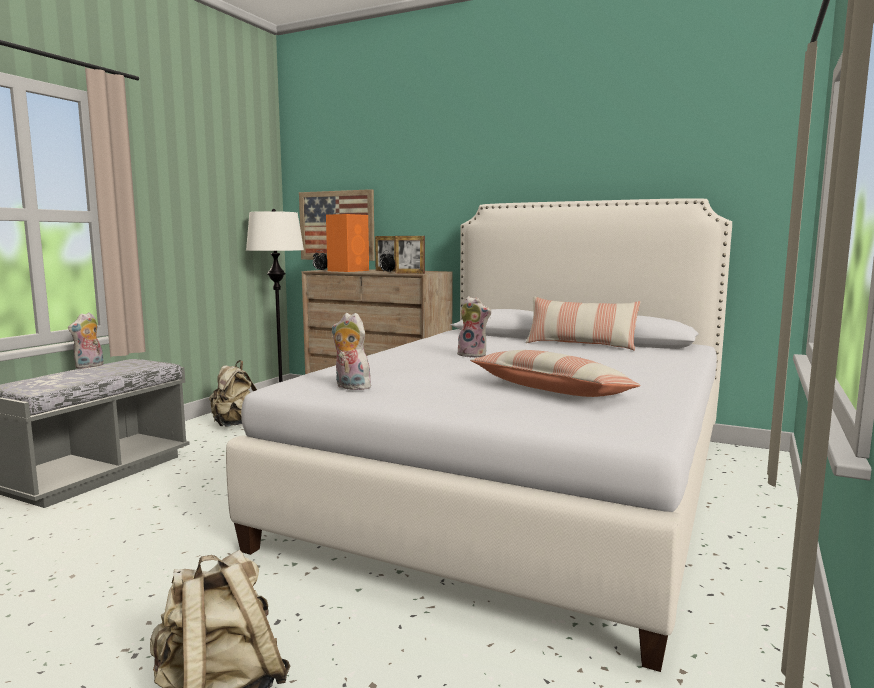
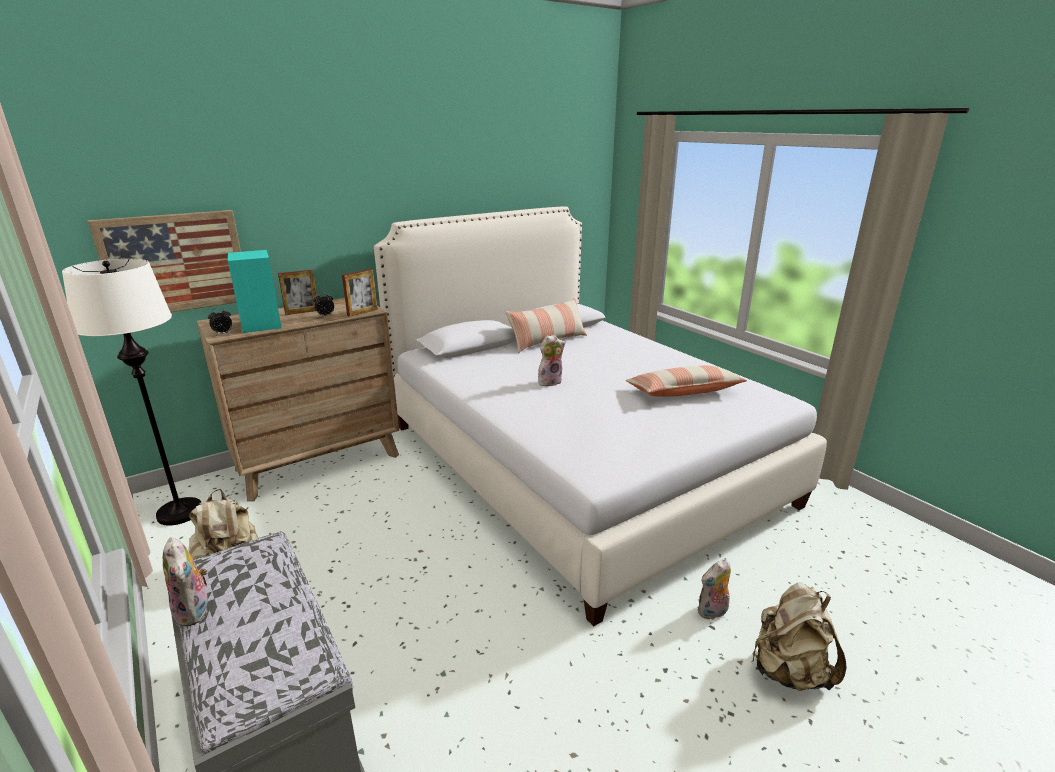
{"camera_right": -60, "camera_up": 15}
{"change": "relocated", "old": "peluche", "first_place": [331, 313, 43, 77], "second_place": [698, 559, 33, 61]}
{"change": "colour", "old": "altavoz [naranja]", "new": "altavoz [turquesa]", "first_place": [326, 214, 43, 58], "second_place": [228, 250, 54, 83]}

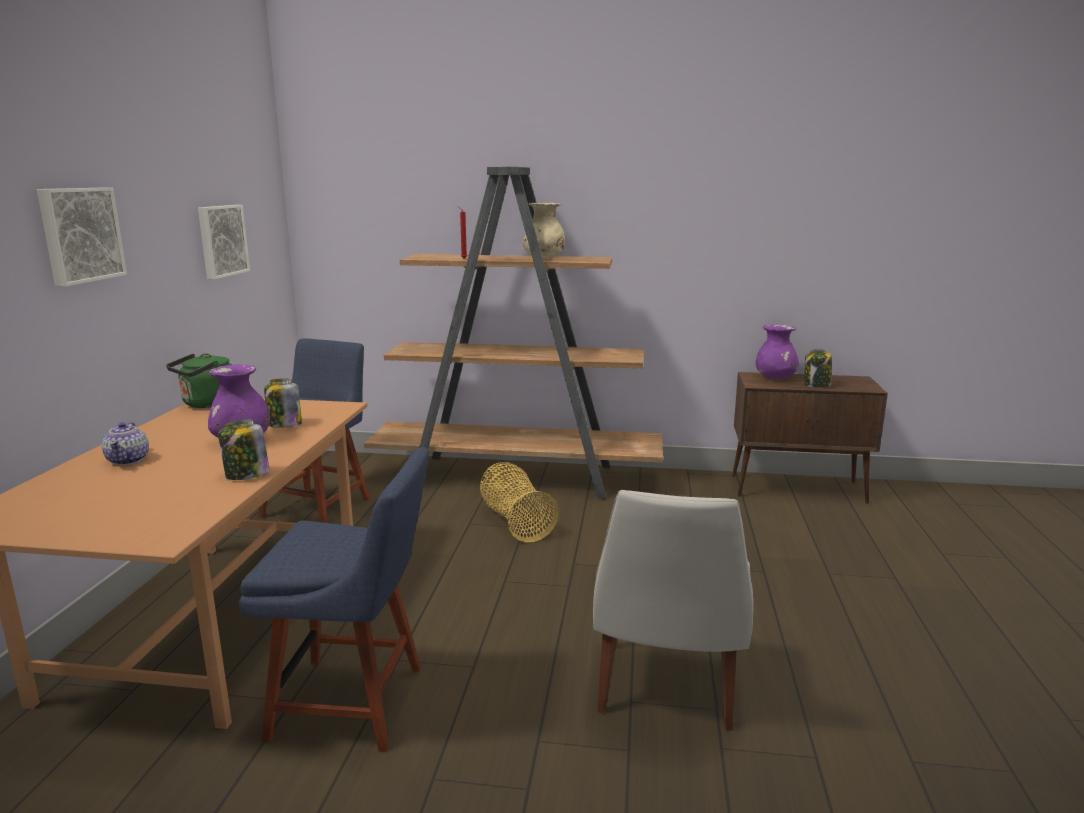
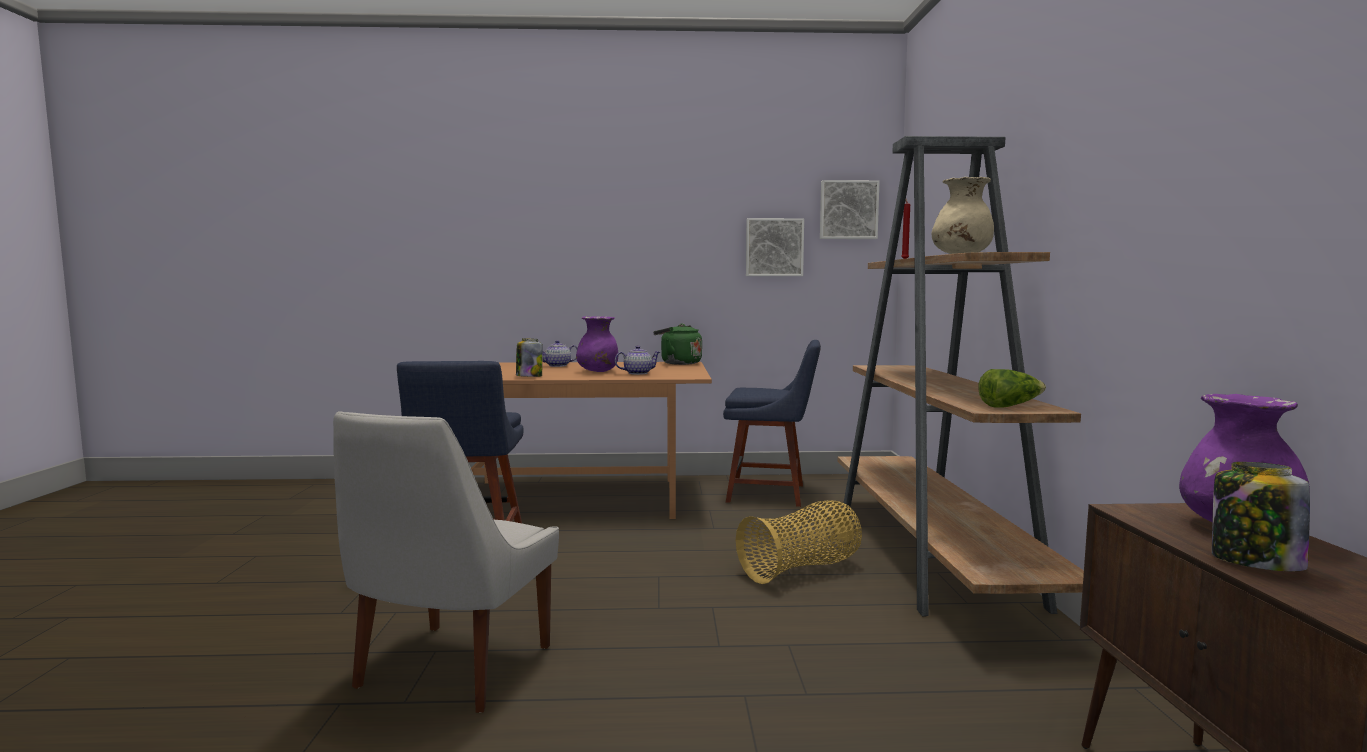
{"camera_right": 80, "camera_up": -10}
{"change": "appeared", "new": "lechuga", "second_place": [978, 369, 68, 39]}
{"change": "relocated", "old": "cuadro", "first_place": [37, 188, 90, 99], "second_place": [820, 180, 60, 59]}
{"change": "exchanged", "old": "tarro", "new": "tetera", "first_place": [264, 378, 38, 50], "second_place": [615, 346, 45, 29]}
{"change": "spun", "old": "silla [blanco]", "first_place": [593, 490, 161, 241], "second_place": [333, 411, 226, 302], "degrees": -75}

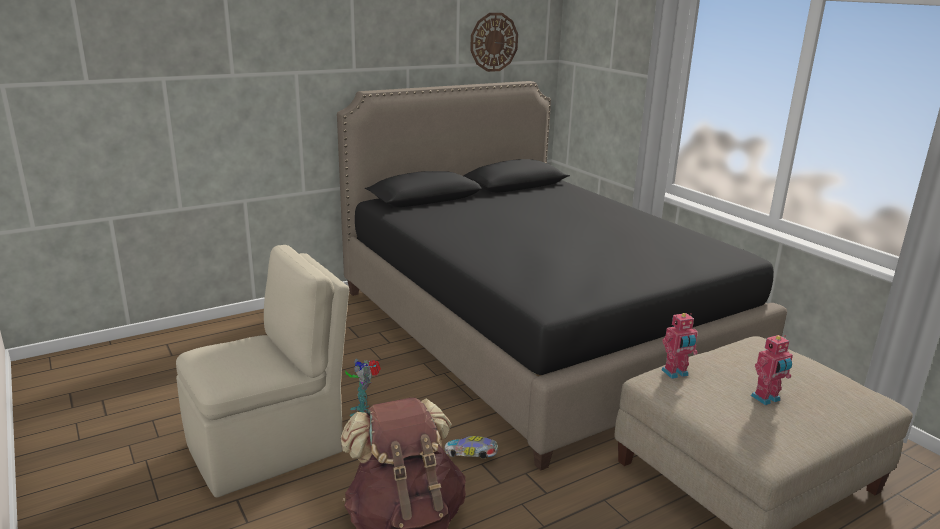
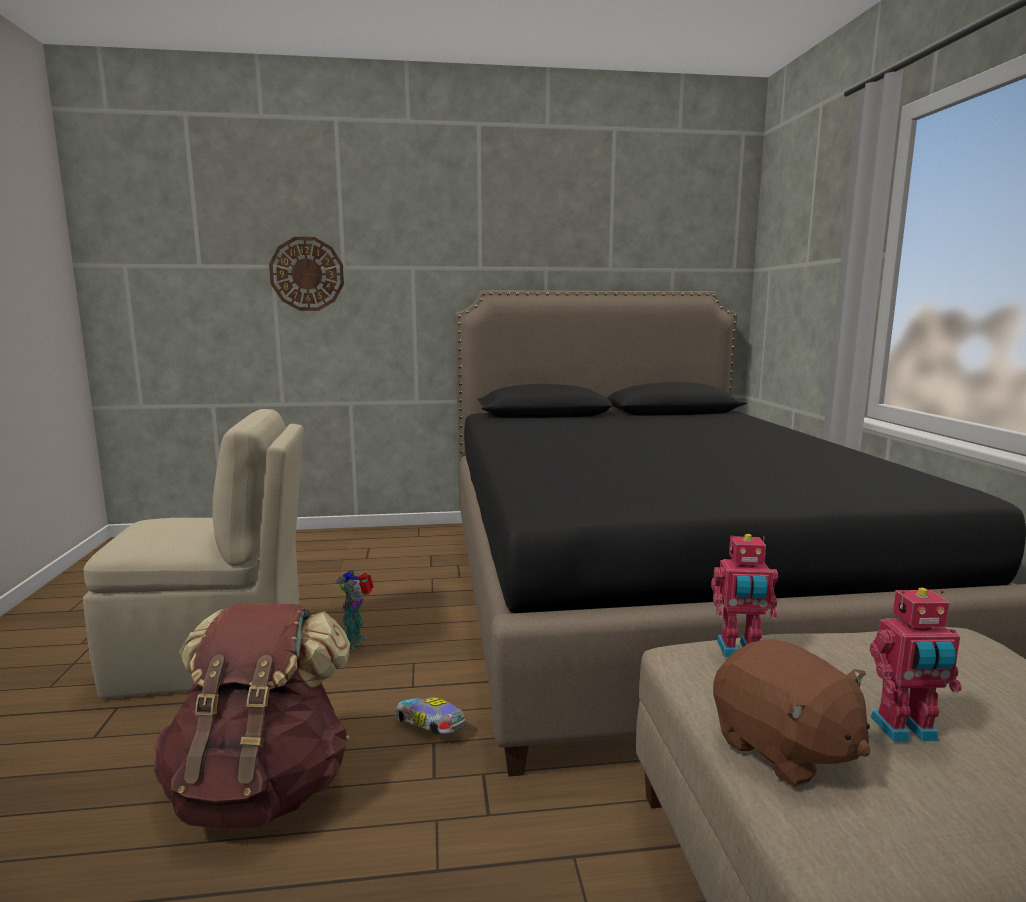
{"camera_right": 25, "camera_up": -10}
{"change": "appeared", "new": "peluche [marrón]", "second_place": [713, 639, 157, 148]}
{"change": "relocated", "old": "reloj de pared", "first_place": [470, 13, 48, 59], "second_place": [269, 237, 75, 74]}

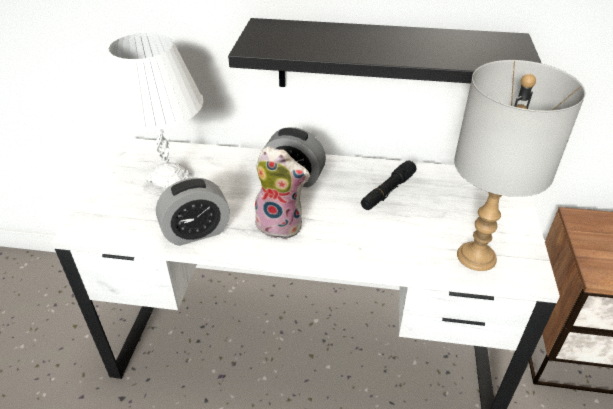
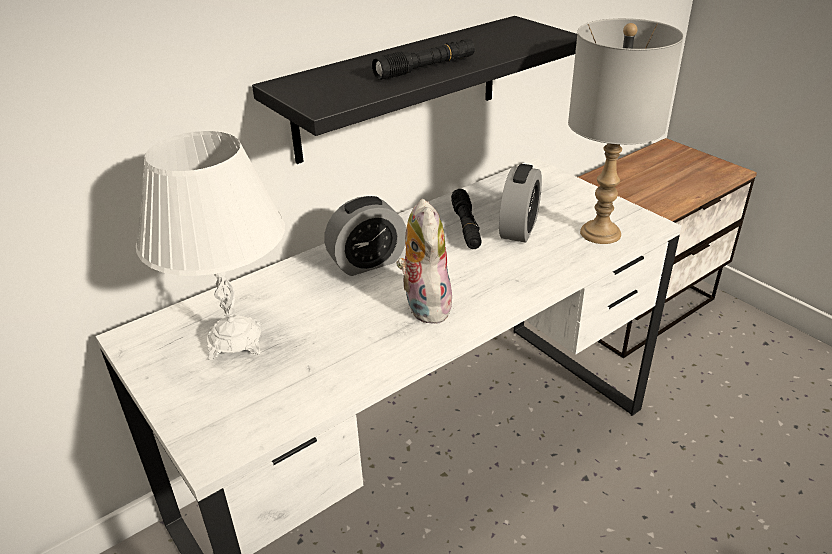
{"camera_right": -45, "camera_up": -5}
{"change": "appeared", "new": "linterna [negro]", "second_place": [372, 39, 103, 41]}
{"change": "relocated", "old": "despertador", "first_place": [156, 178, 74, 68], "second_place": [499, 164, 43, 79]}
{"change": "spun", "old": "peluche", "first_place": [253, 146, 57, 94], "second_place": [396, 198, 56, 126], "degrees": -75}

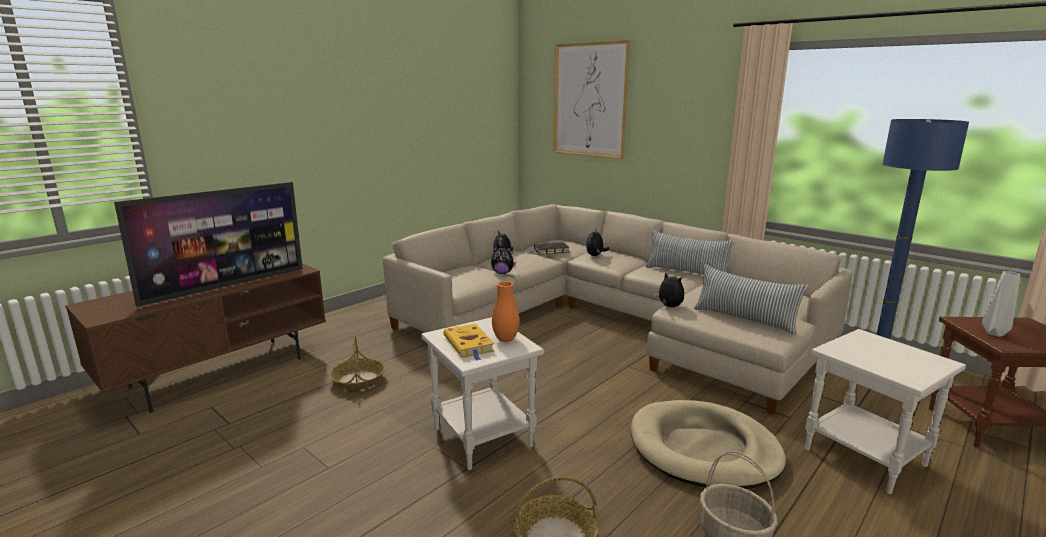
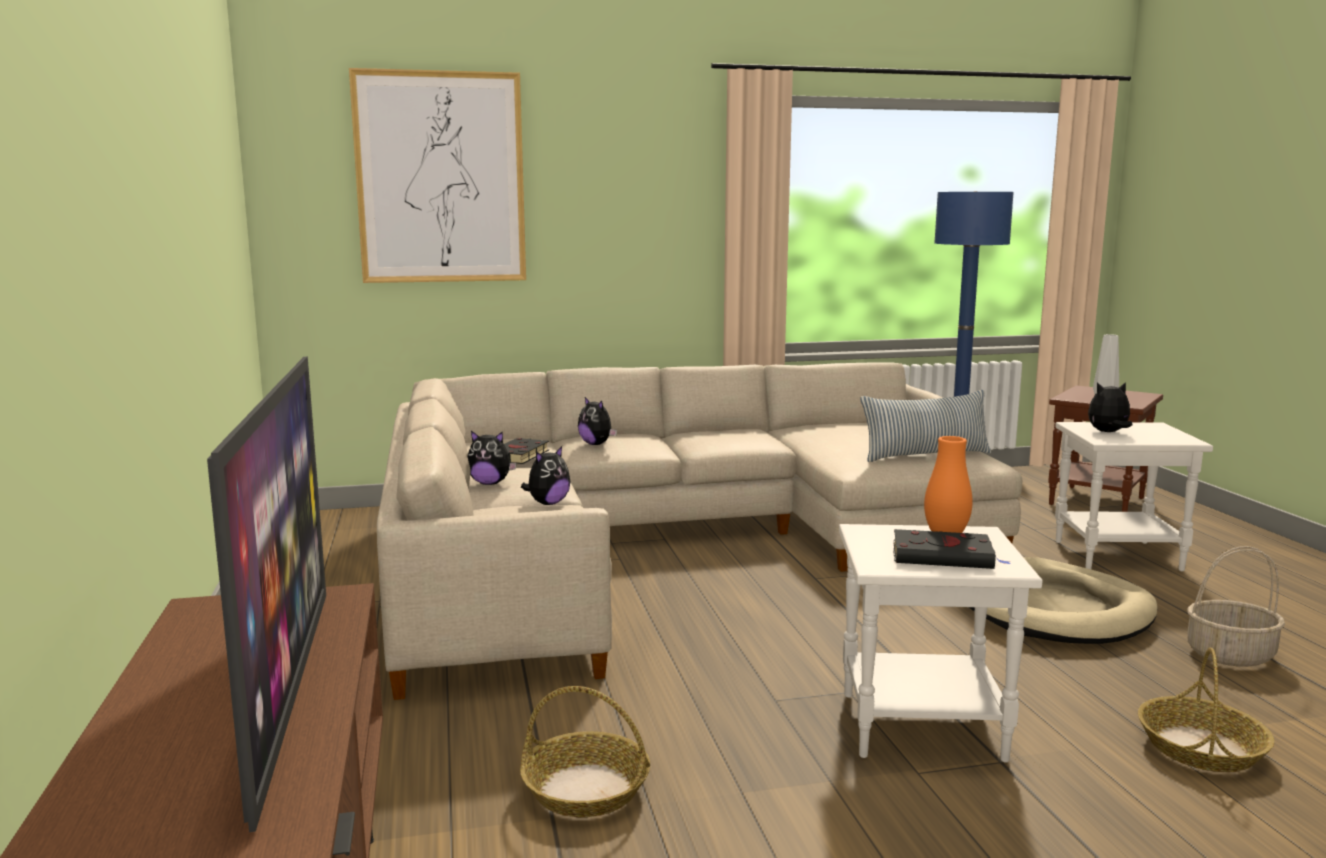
{"camera_right": -55, "camera_up": -5}
{"change": "missing", "old": "cojín", "first_place": [646, 230, 89, 44]}
{"change": "relocated", "old": "peluche", "first_place": [654, 272, 30, 35], "second_place": [1088, 382, 44, 50]}
{"change": "colour", "old": "libro [amarillo]", "new": "libro [negro]", "first_place": [444, 323, 50, 38], "second_place": [893, 529, 118, 40]}

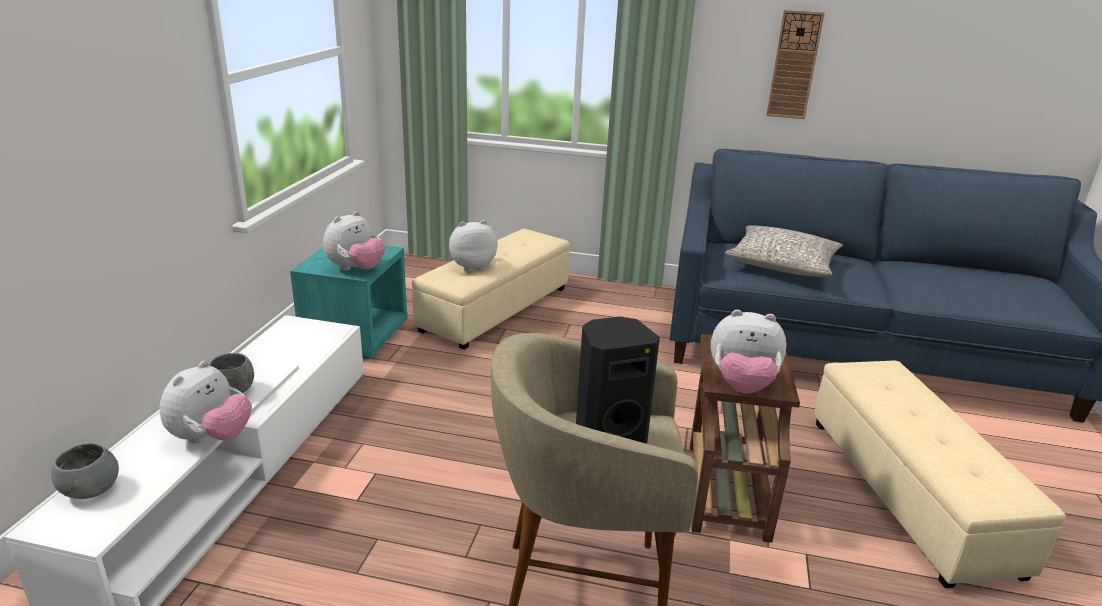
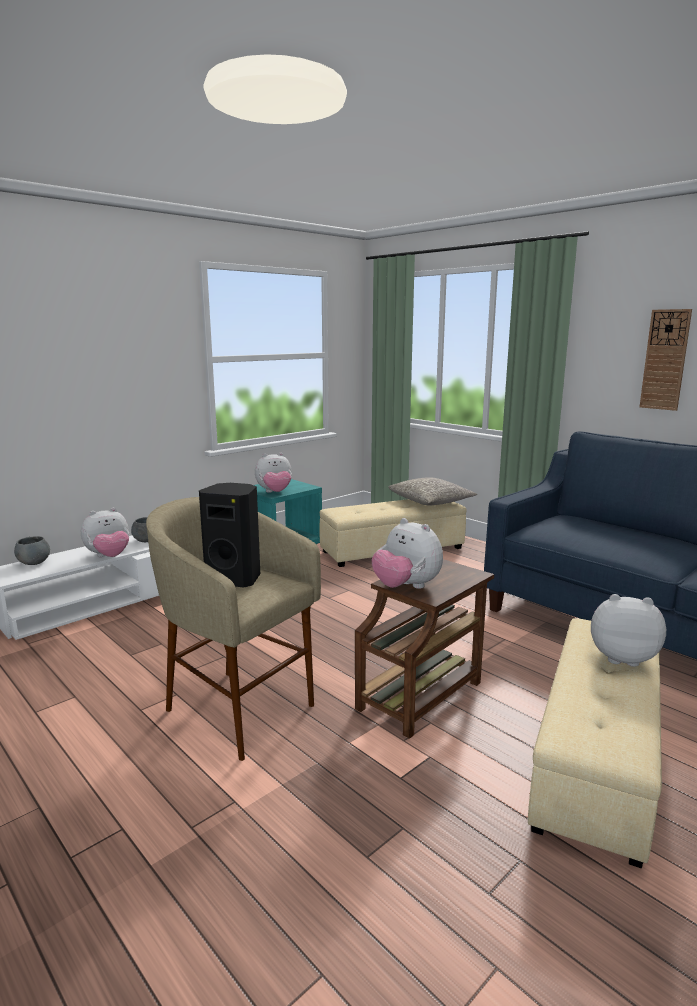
{"camera_right": 35, "camera_up": -10}
{"change": "relocated", "old": "peluche", "first_place": [449, 220, 49, 51], "second_place": [591, 594, 75, 73]}
{"change": "relocated", "old": "cojín [gris]", "first_place": [725, 225, 118, 52], "second_place": [388, 477, 89, 28]}

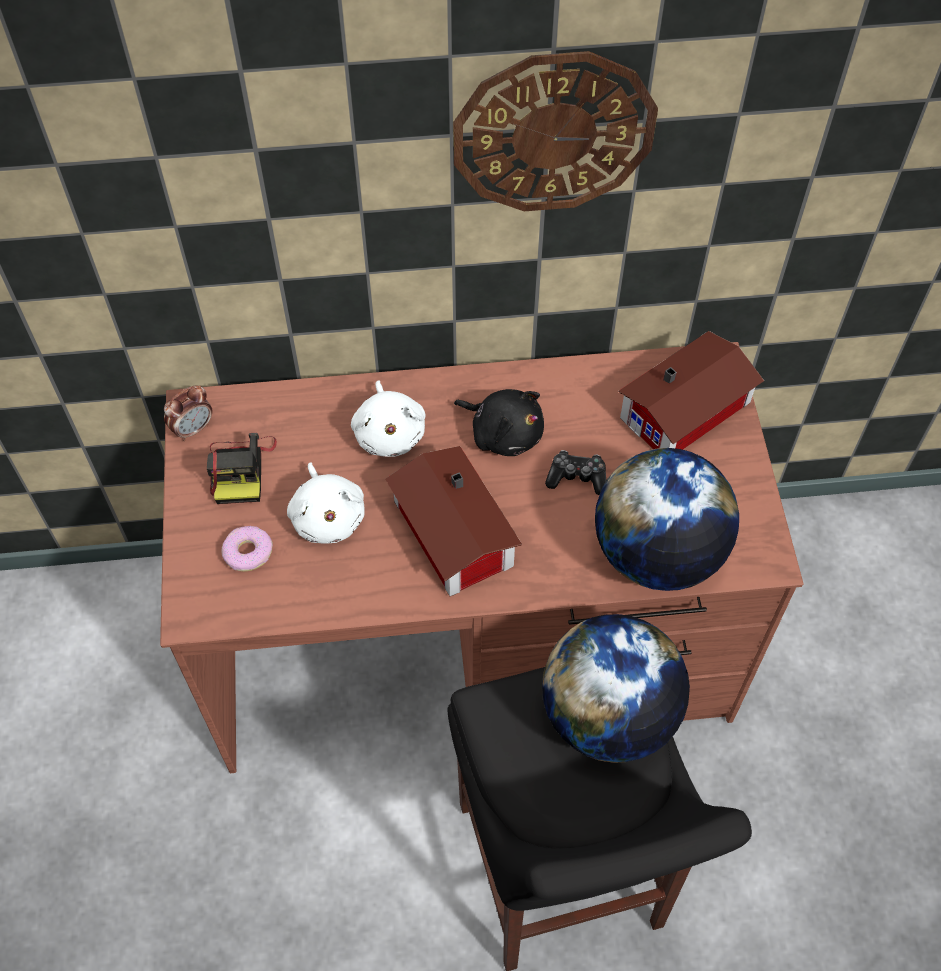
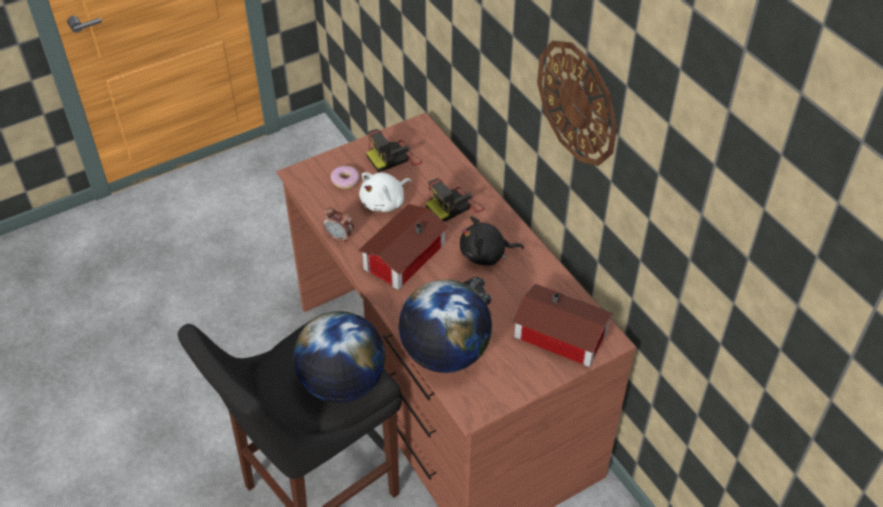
{"camera_right": 65, "camera_up": -10}
{"change": "relocated", "old": "despertador", "first_place": [164, 385, 48, 56], "second_place": [323, 207, 31, 36]}
{"change": "exchanged", "old": "peluche [blanco]", "new": "cámara", "first_place": [351, 380, 74, 77], "second_place": [426, 178, 58, 44]}
{"change": "spun", "old": "peluche [negro]", "first_place": [454, 389, 90, 67], "second_place": [460, 216, 64, 50], "degrees": 75}

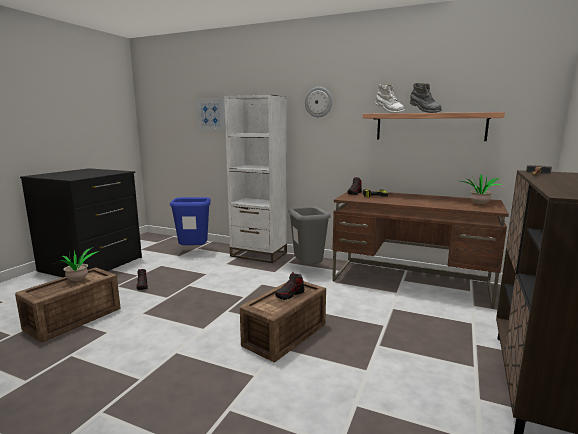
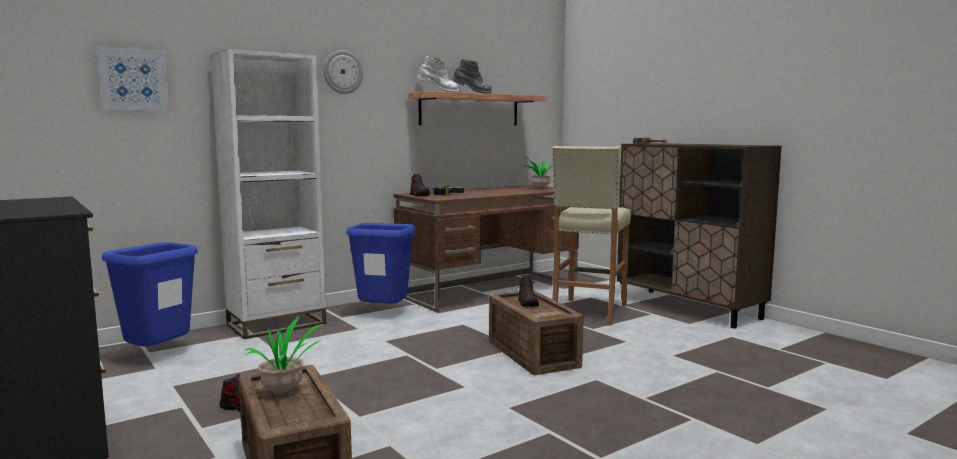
{"camera_right": -60, "camera_up": -5}
{"change": "appeared", "new": "taburete [beis]", "second_place": [552, 146, 79, 180]}
{"change": "colour", "old": "papelera [gris]", "new": "papelera [azul]", "first_place": [288, 206, 43, 59], "second_place": [346, 223, 69, 81]}

